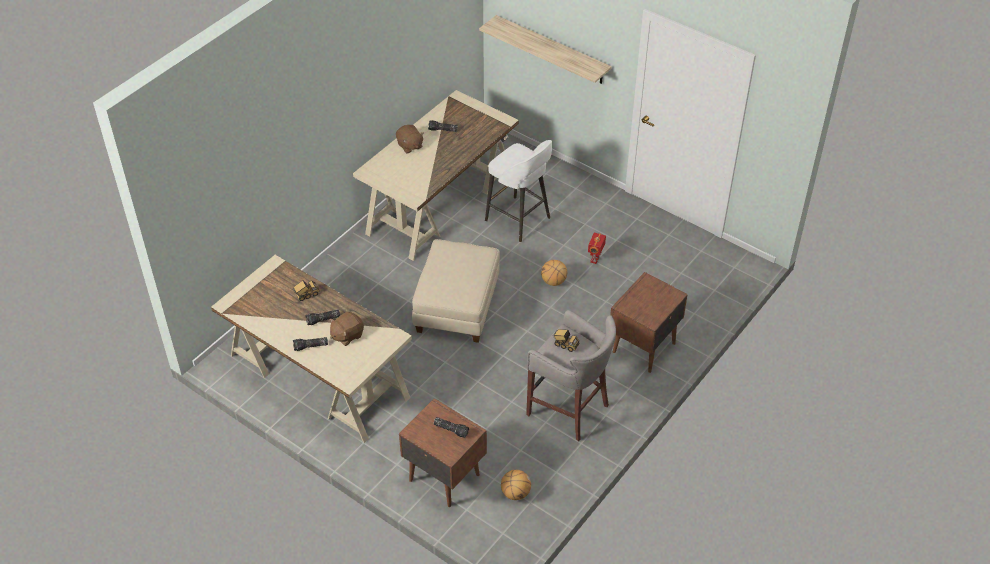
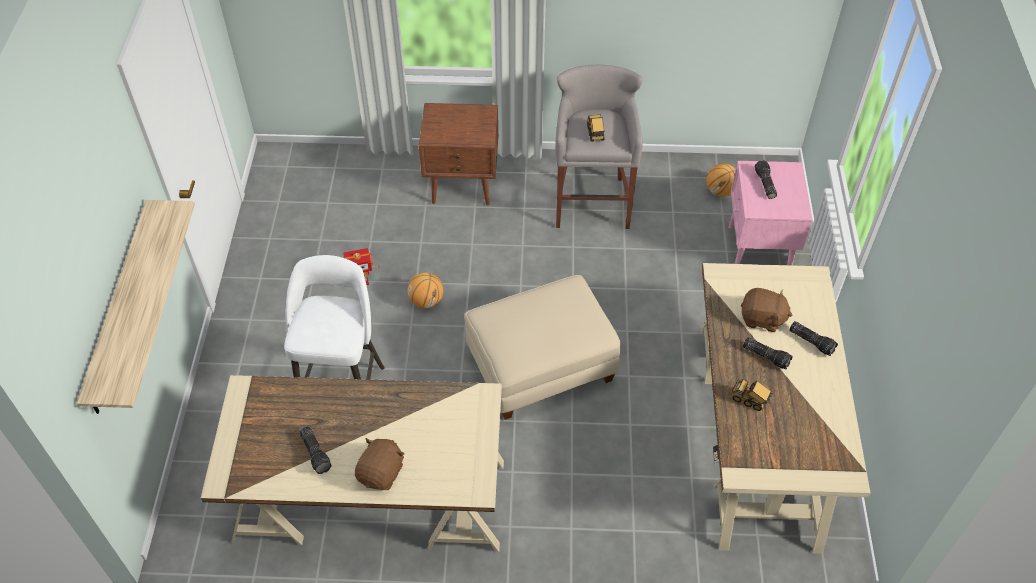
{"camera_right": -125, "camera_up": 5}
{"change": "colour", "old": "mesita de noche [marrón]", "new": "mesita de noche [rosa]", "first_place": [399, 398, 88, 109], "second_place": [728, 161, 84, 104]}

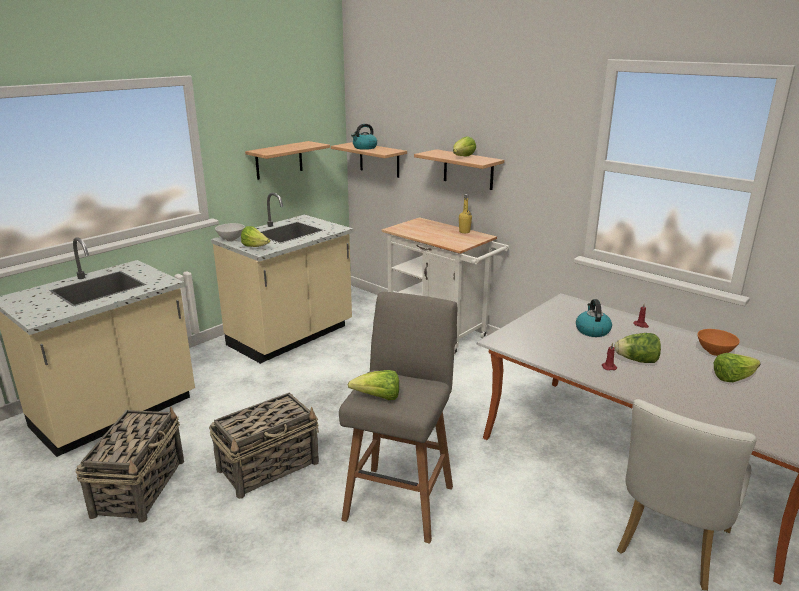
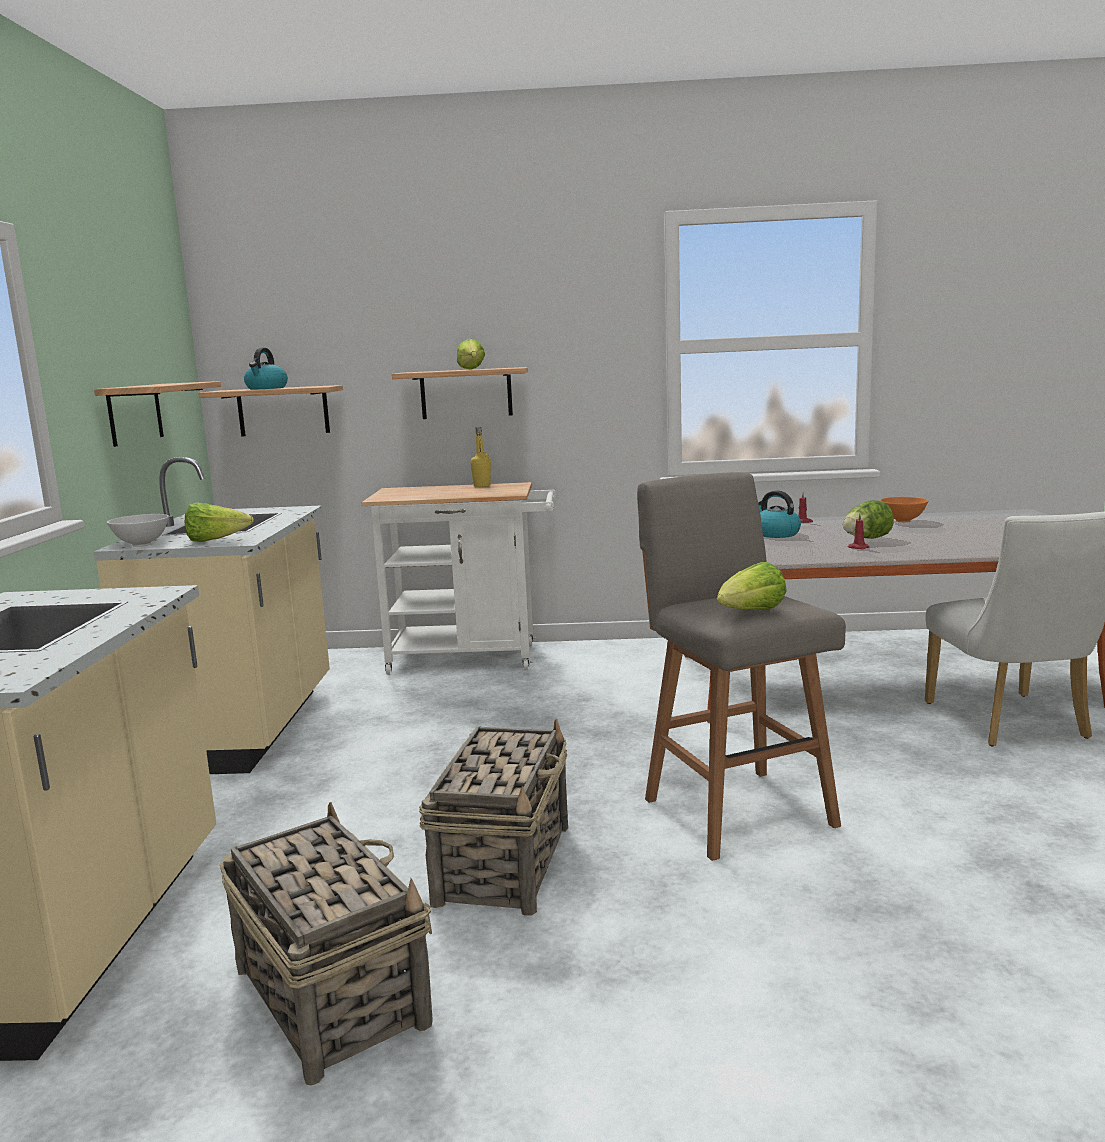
{"camera_right": -40, "camera_up": -10}
{"change": "missing", "old": "lechuga", "first_place": [714, 353, 47, 29]}

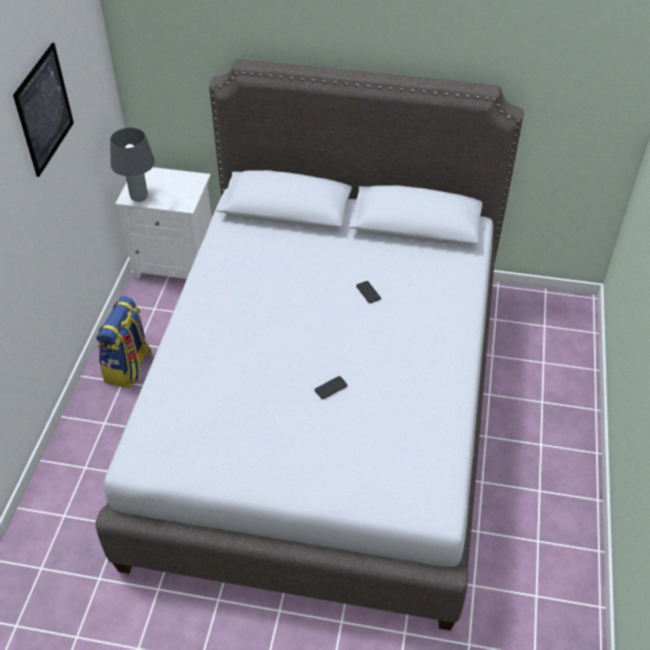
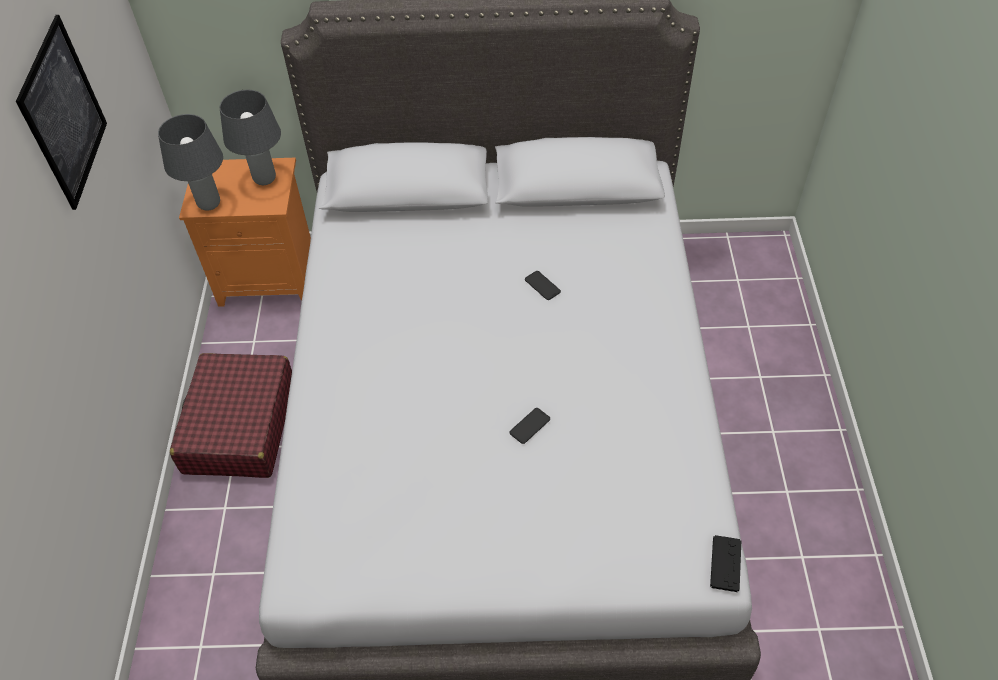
{"camera_right": -10, "camera_up": 5}
{"change": "appeared", "new": "lámpara de mesa [gris]", "second_place": [220, 90, 61, 95]}
{"change": "appeared", "new": "mando de consola [negro]", "second_place": [710, 535, 31, 57]}
{"change": "exchanged", "old": "mochila", "new": "maleta [rojo]", "first_place": [96, 296, 56, 92], "second_place": [170, 353, 122, 125]}
{"change": "colour", "old": "mesita de noche [blanco]", "new": "mesita de noche [naranja]", "first_place": [115, 167, 97, 113], "second_place": [179, 158, 132, 149]}

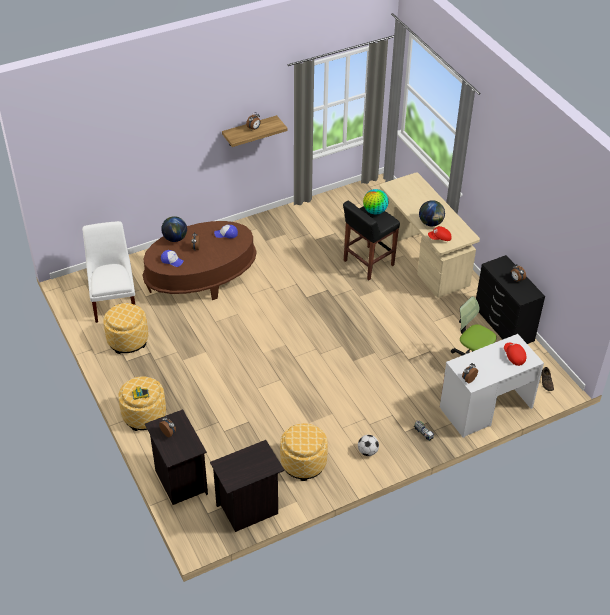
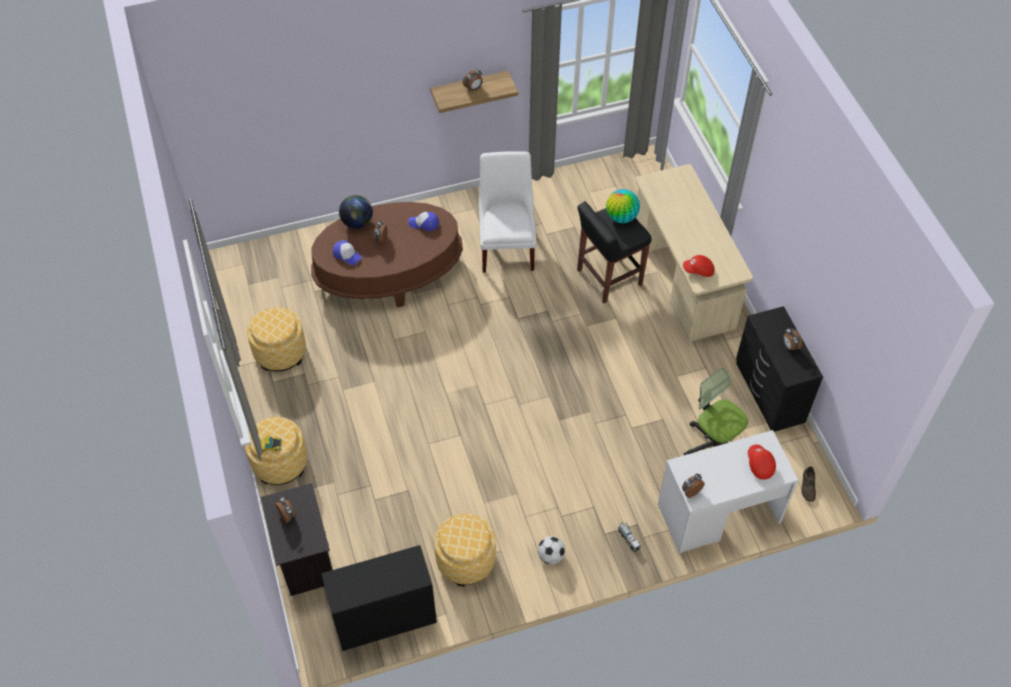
{"camera_right": 10, "camera_up": 10}
{"change": "missing", "old": "globo terráqueo", "first_place": [419, 200, 26, 26]}
{"change": "relocated", "old": "silla [blanco]", "first_place": [82, 221, 53, 102], "second_place": [479, 151, 57, 122]}
{"change": "exchanged", "old": "mesita de noche [negro]", "new": "cómoda [negro]", "first_place": [210, 440, 75, 92], "second_place": [321, 545, 116, 106]}

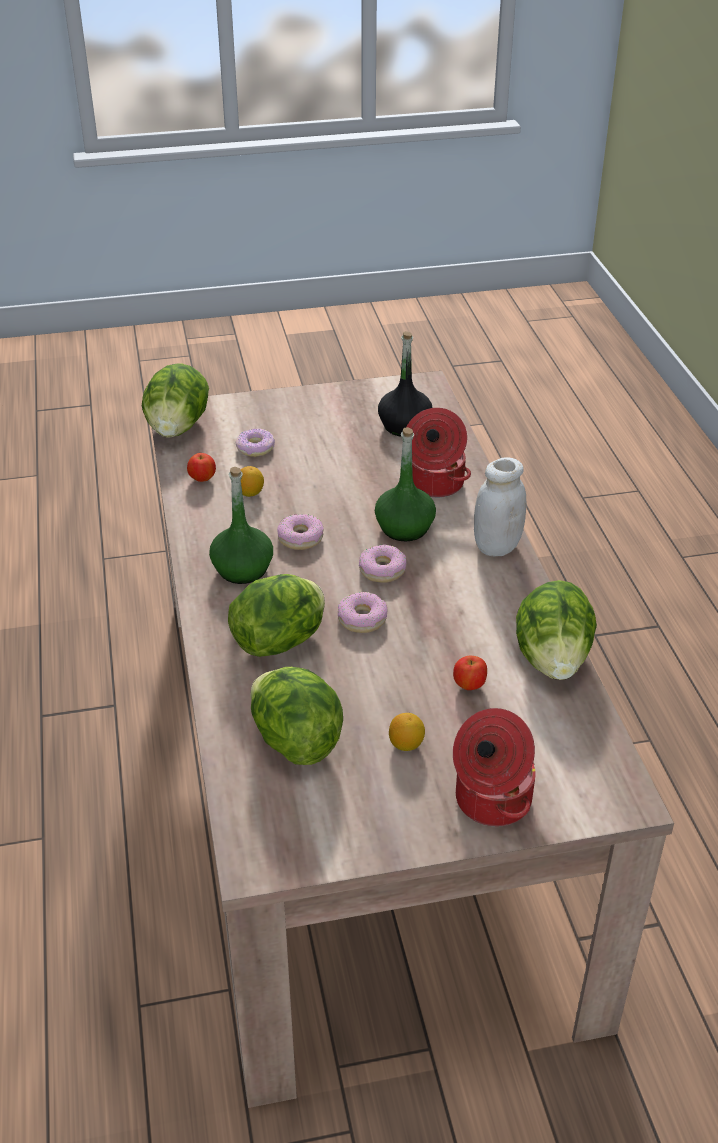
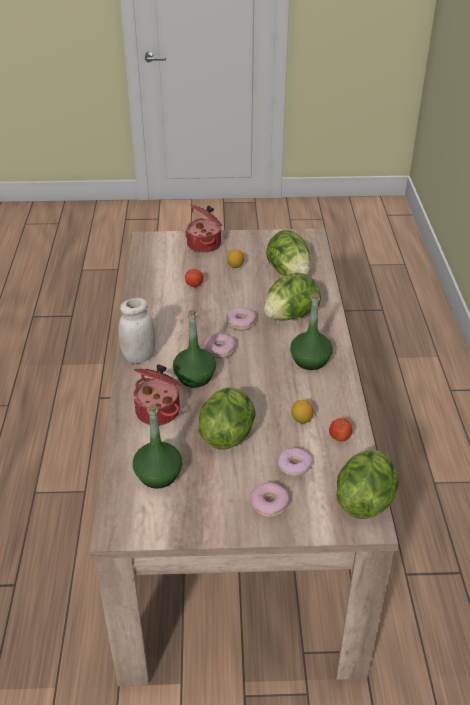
{"camera_right": -170, "camera_up": 0}
{"change": "relocated", "old": "rosquilla", "first_place": [277, 514, 47, 36], "second_place": [250, 482, 39, 36]}
{"change": "relocated", "old": "lechuga", "first_place": [516, 580, 81, 100], "second_place": [198, 387, 58, 63]}
{"change": "colour", "old": "botella [negro]", "new": "botella [verde]", "first_place": [378, 331, 54, 106], "second_place": [133, 404, 49, 85]}

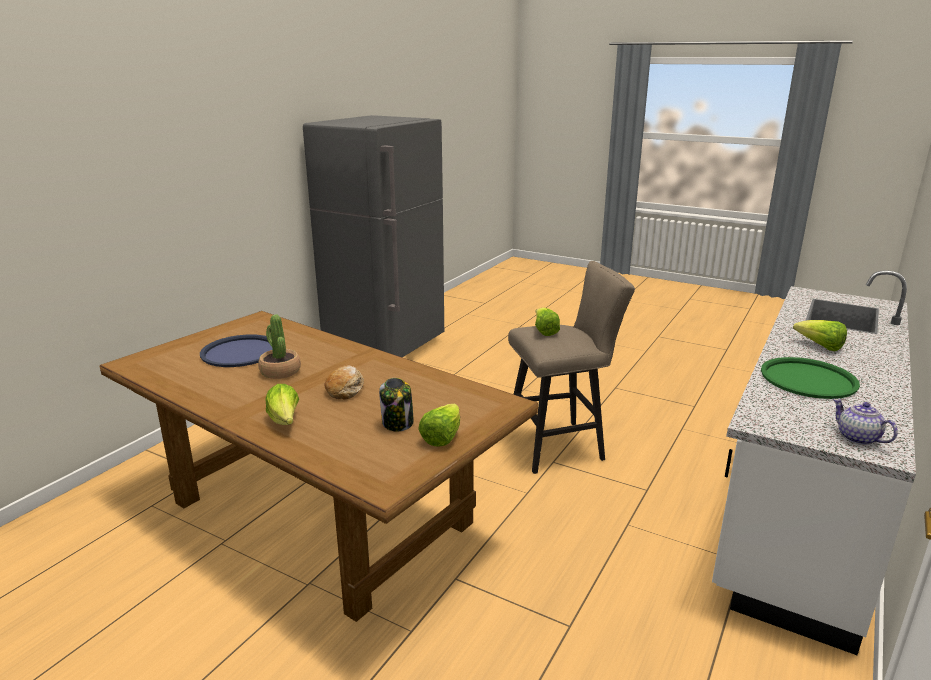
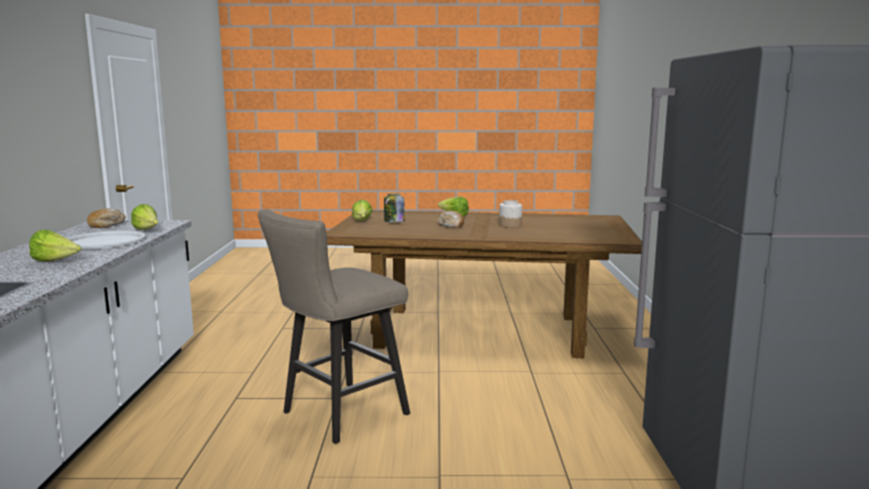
{"camera_right": 150, "camera_up": -10}
{"change": "missing", "old": "bandeja [azul]", "first_place": [200, 335, 72, 32]}
{"change": "relocated", "old": "lechuga", "first_place": [535, 307, 25, 29], "second_place": [131, 204, 27, 26]}
{"change": "exchanged", "old": "planta en maceta", "new": "tarro", "first_place": [258, 315, 43, 64], "second_place": [499, 200, 23, 28]}
{"change": "exchanged", "old": "tetera", "new": "pan", "first_place": [833, 399, 65, 46], "second_place": [87, 208, 39, 20]}
{"change": "colour", "old": "bandeja [verde]", "new": "bandeja [blanco]", "first_place": [761, 357, 99, 42], "second_place": [68, 230, 78, 19]}

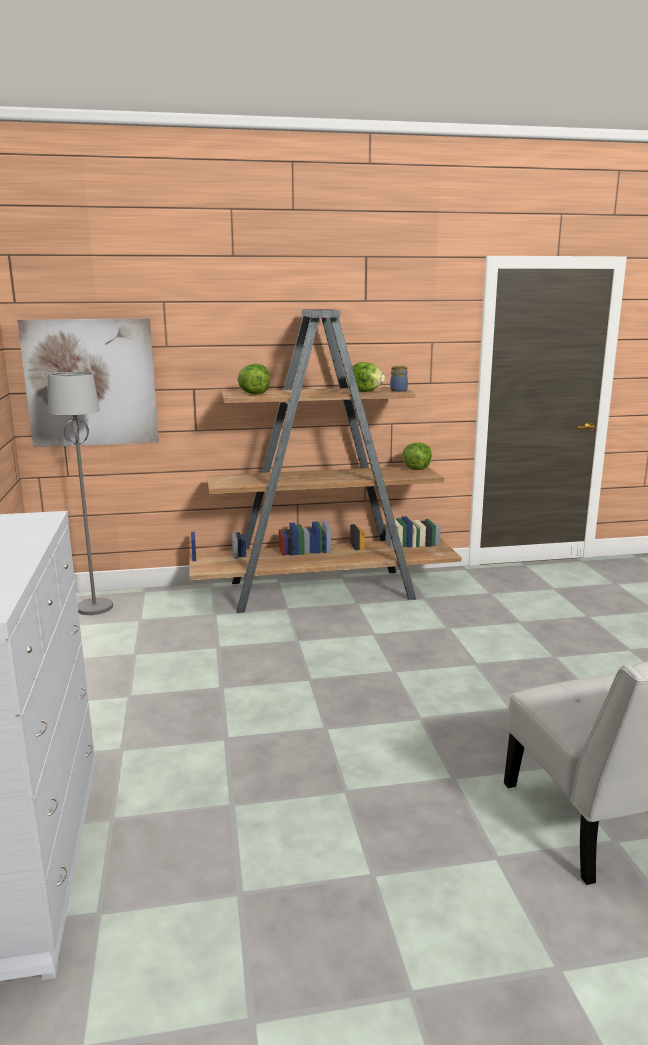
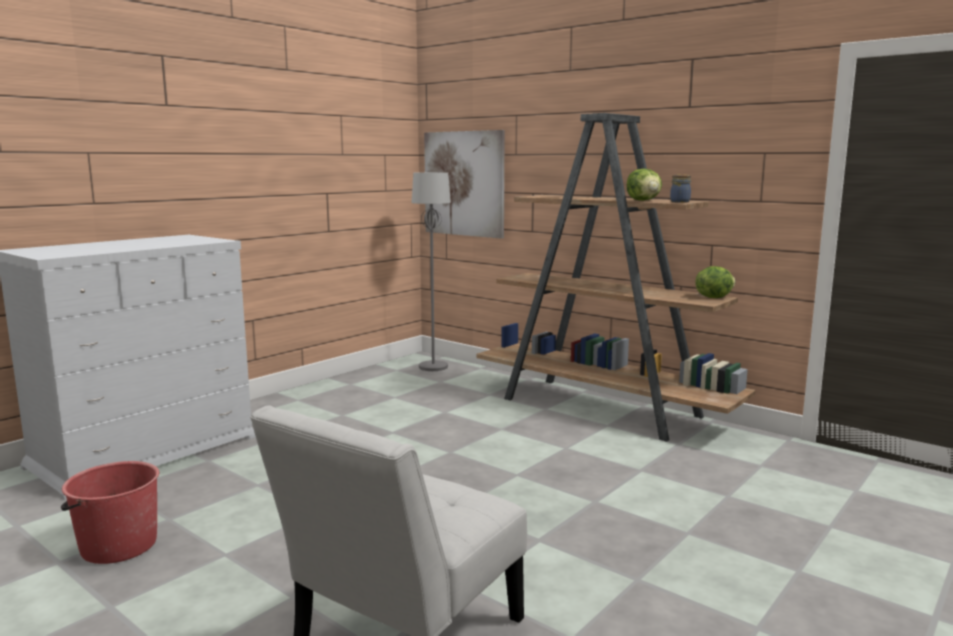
{"camera_right": 50, "camera_up": -5}
{"change": "missing", "old": "lechuga", "first_place": [237, 364, 33, 30]}
{"change": "appeared", "new": "cubo [rojo]", "second_place": [61, 461, 98, 103]}

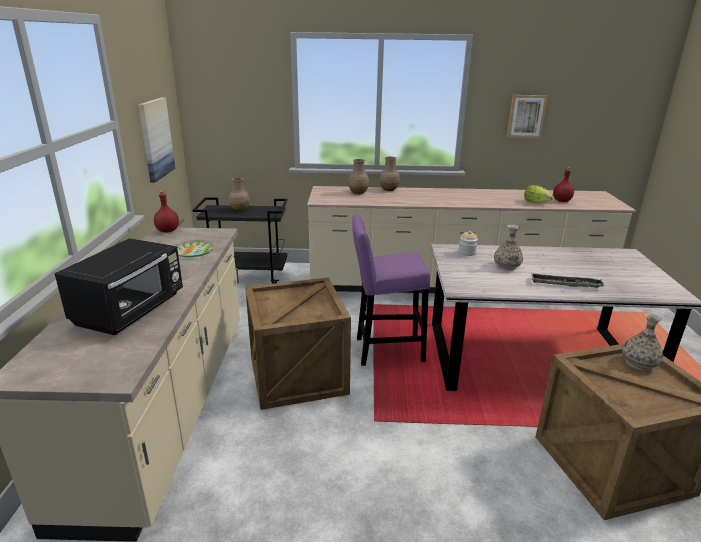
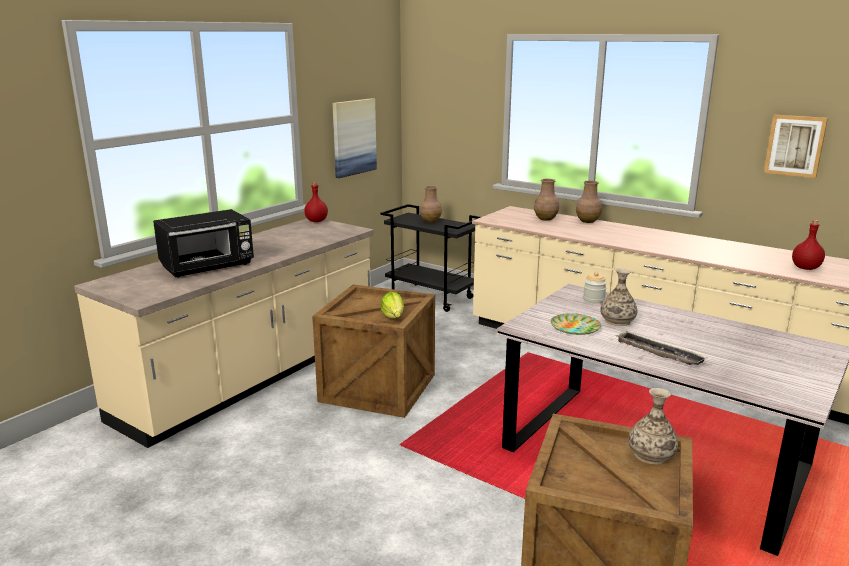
{"camera_right": 35, "camera_up": -5}
{"change": "missing", "old": "taburete [morado]", "first_place": [352, 214, 78, 152]}
{"change": "relocated", "old": "plato", "first_place": [176, 240, 38, 17], "second_place": [551, 313, 50, 22]}
{"change": "relocated", "old": "lechuga", "first_place": [524, 185, 29, 18], "second_place": [381, 292, 23, 26]}

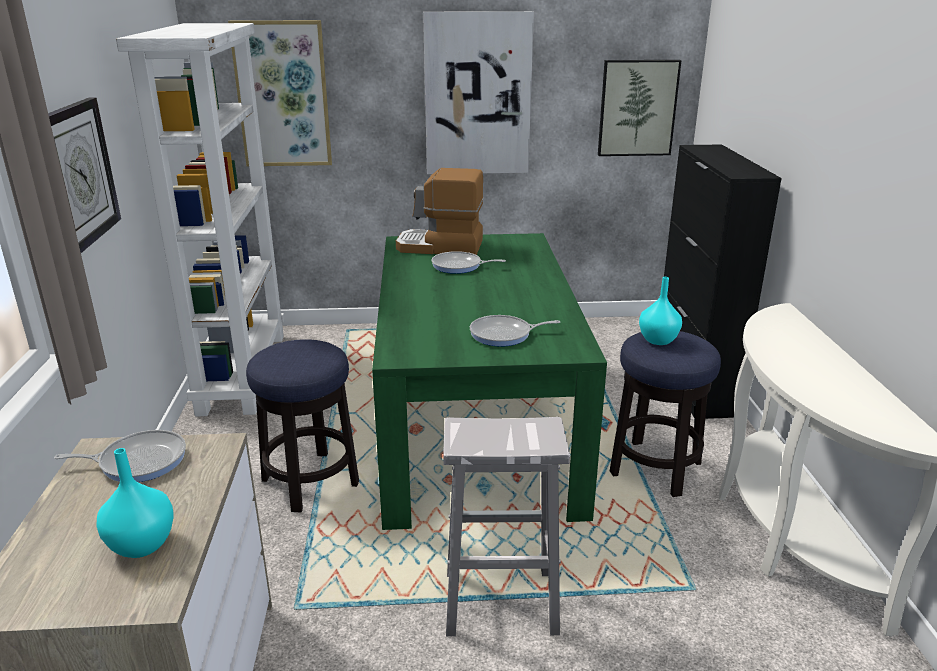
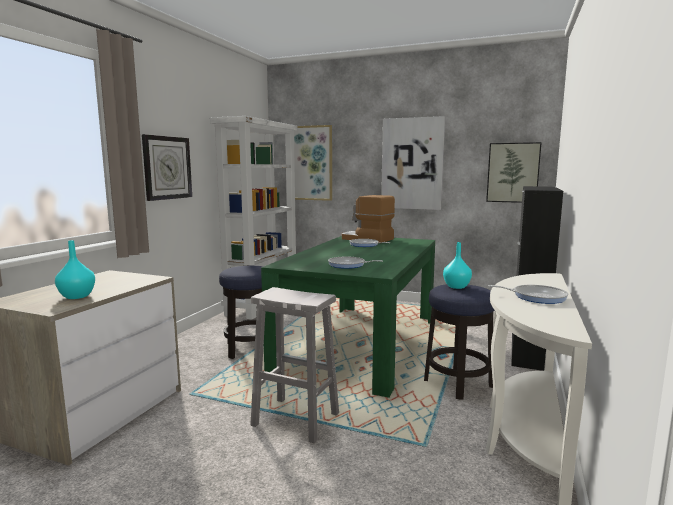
{"camera_right": 25, "camera_up": -15}
{"change": "relocated", "old": "sartén", "first_place": [54, 430, 132, 52], "second_place": [488, 285, 81, 19]}

